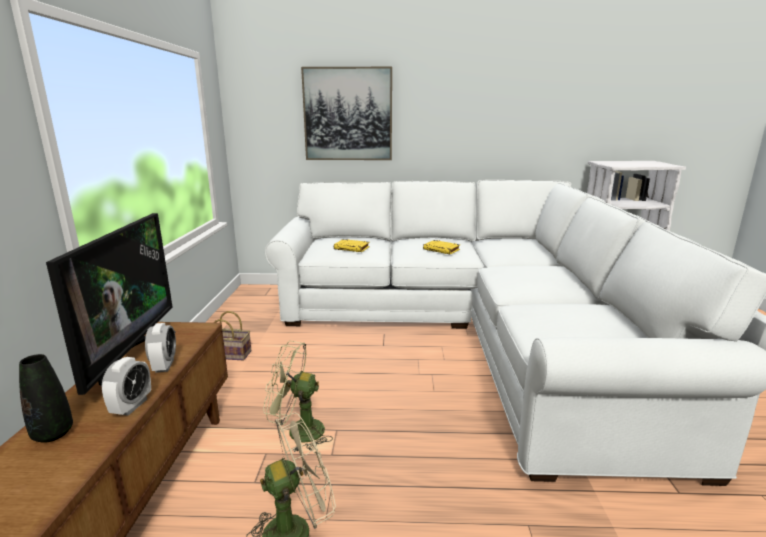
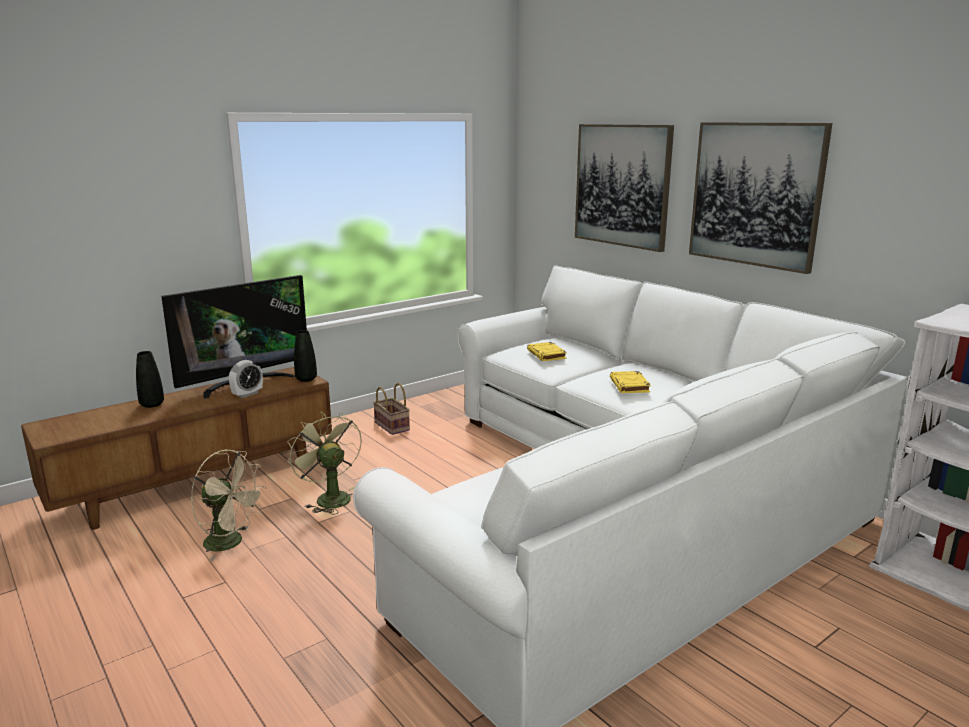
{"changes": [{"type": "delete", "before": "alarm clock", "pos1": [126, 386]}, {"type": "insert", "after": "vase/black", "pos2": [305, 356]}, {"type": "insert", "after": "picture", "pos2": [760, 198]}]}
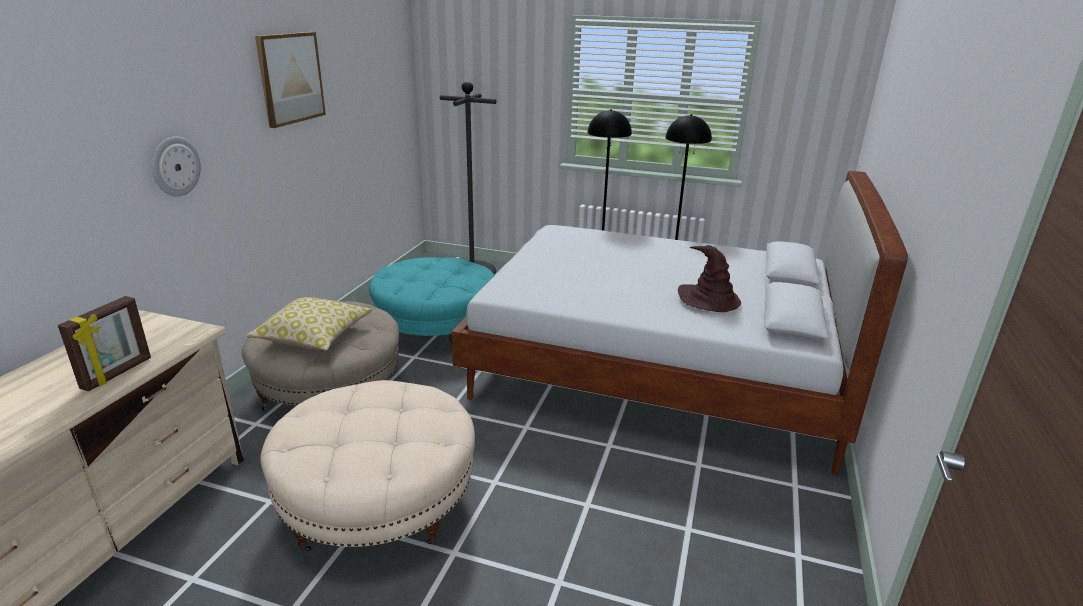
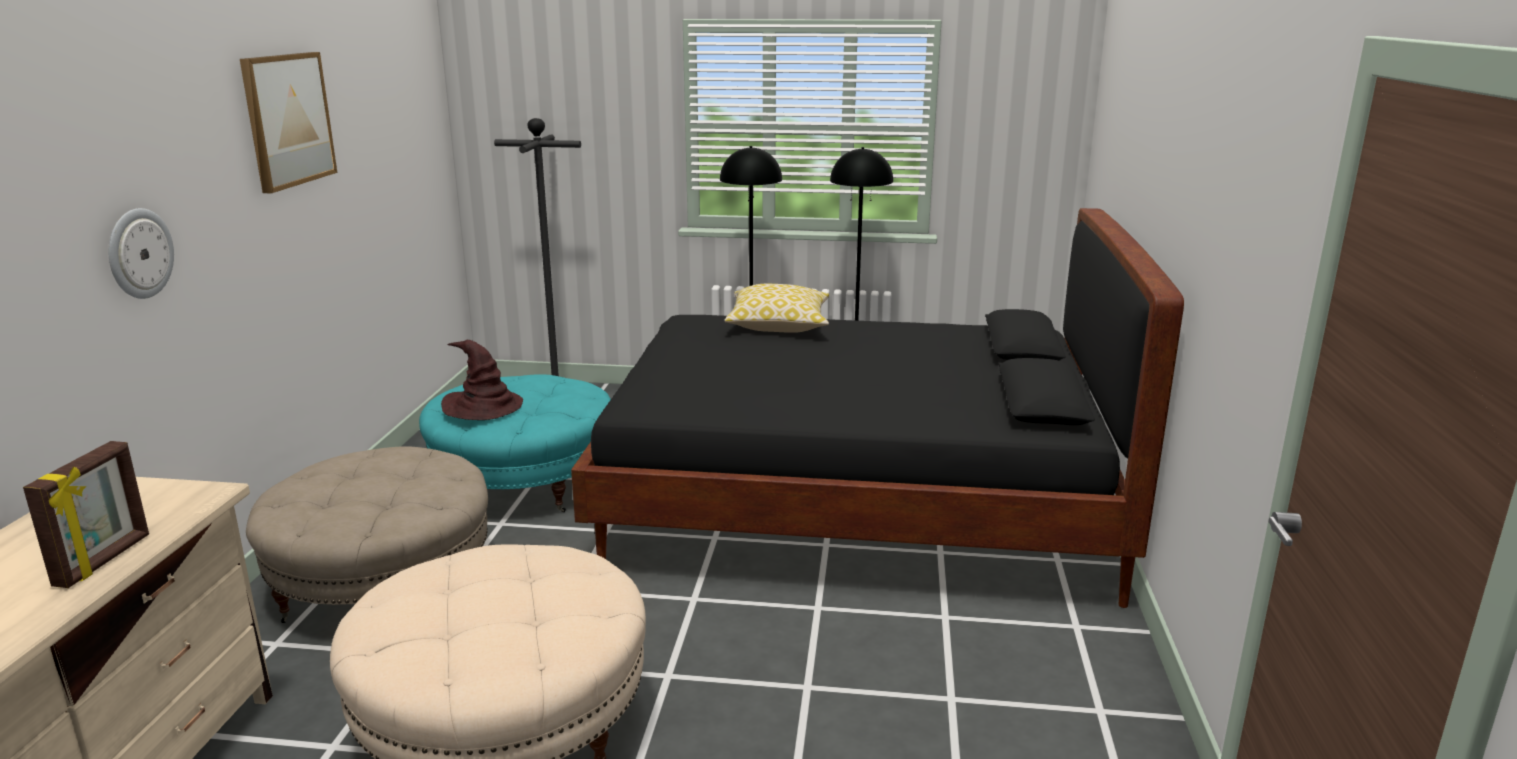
{"changes": [{"type": "move", "before": "pillow", "pos1": [309, 324], "pos2": [776, 308]}, {"type": "recolor", "before": "bed/white", "after": "bed/black", "pos1": [679, 323], "pos2": [877, 408]}, {"type": "move", "before": "hat/brown", "pos1": [709, 278], "pos2": [482, 380]}]}
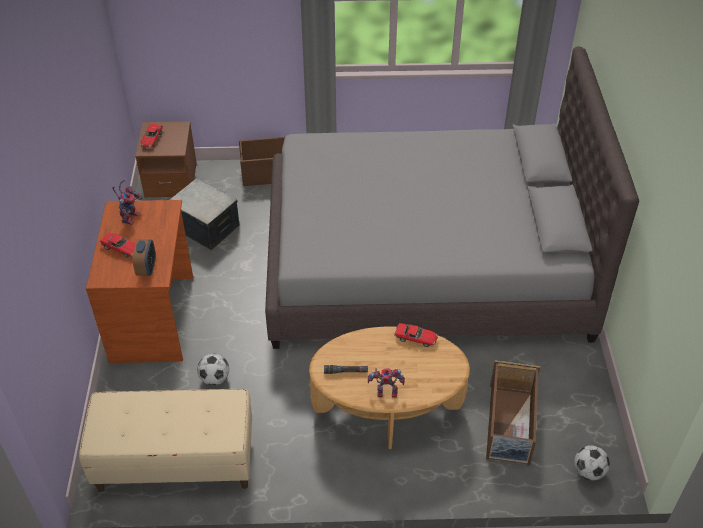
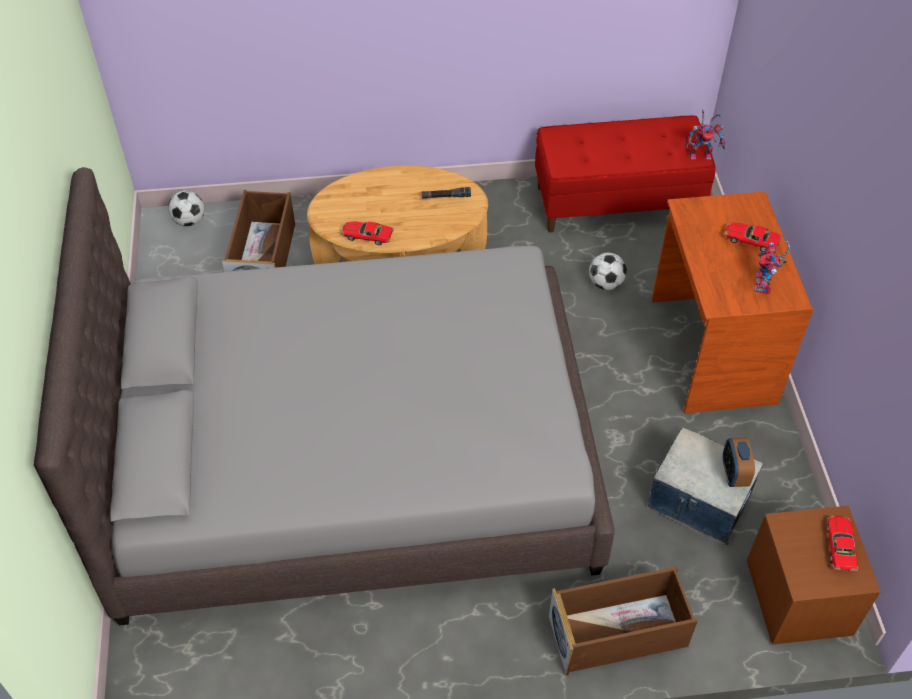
{"changes": [{"type": "recolor", "before": "bench/beige", "after": "bench/red", "pos1": [165, 440], "pos2": [625, 174]}, {"type": "move", "before": "alarm clock", "pos1": [144, 257], "pos2": [739, 462]}, {"type": "move", "before": "toy robot", "pos1": [386, 383], "pos2": [705, 135]}]}
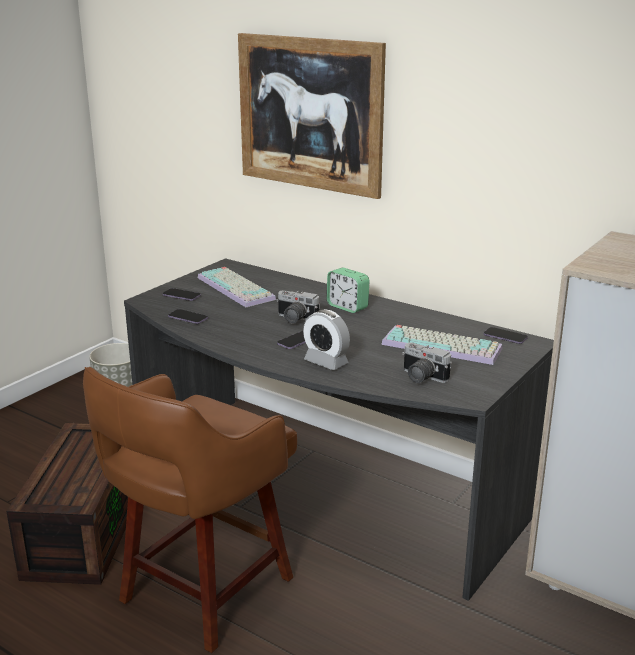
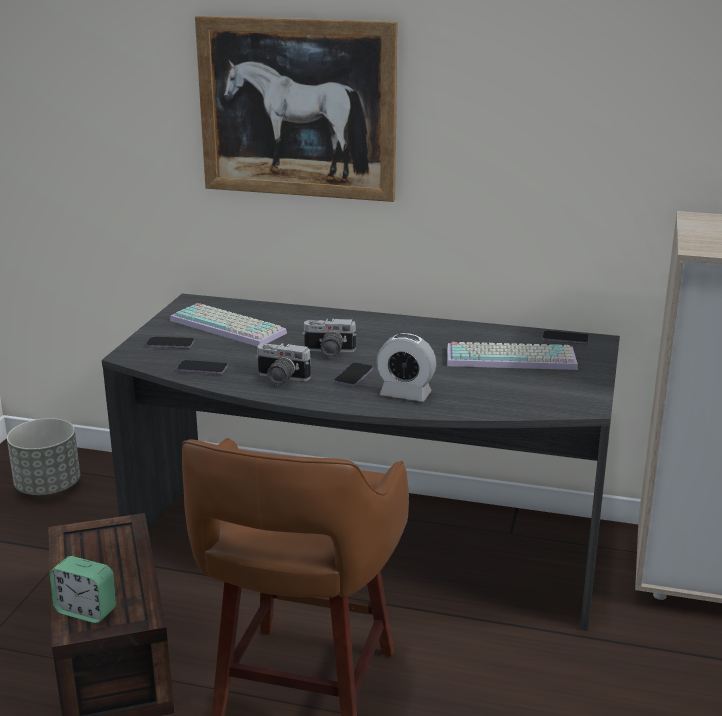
{"changes": [{"type": "move", "before": "alarm clock", "pos1": [348, 290], "pos2": [82, 589]}, {"type": "move", "before": "photo camera", "pos1": [427, 363], "pos2": [283, 364]}]}
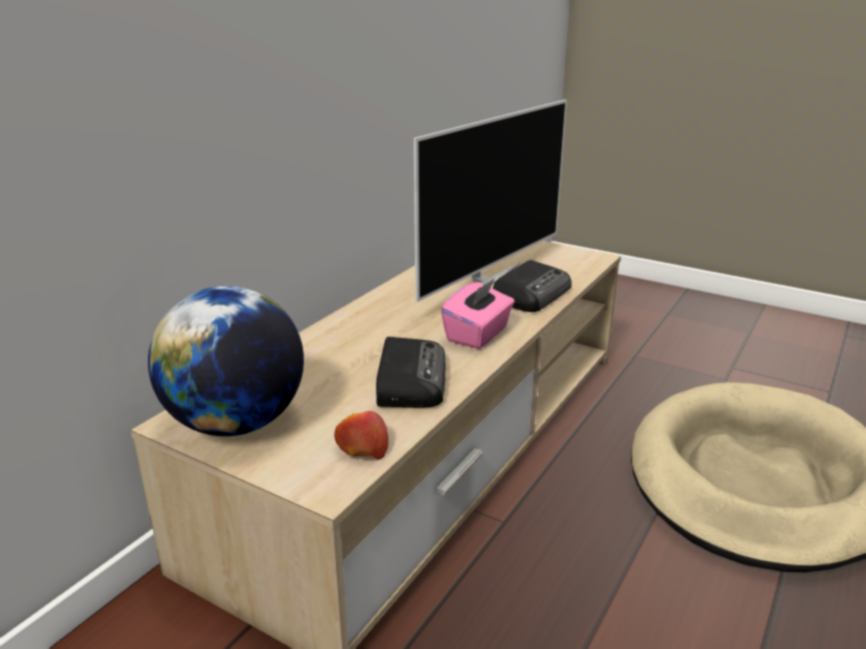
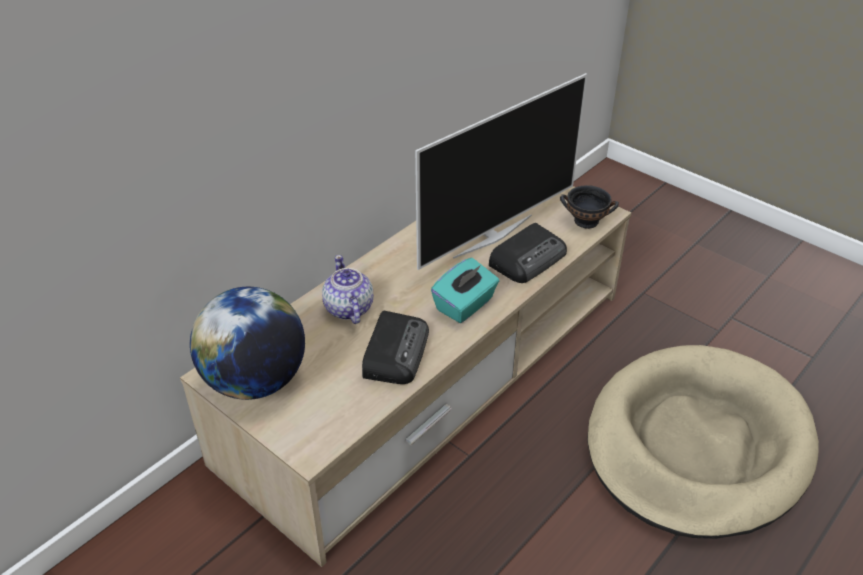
{"changes": [{"type": "delete", "before": "apple", "pos1": [361, 435]}, {"type": "recolor", "before": "tissue box/pink", "after": "tissue box/turquoise", "pos1": [478, 314], "pos2": [465, 290]}, {"type": "insert", "after": "teapot", "pos2": [347, 289]}, {"type": "insert", "after": "bowl/black", "pos2": [589, 207]}]}
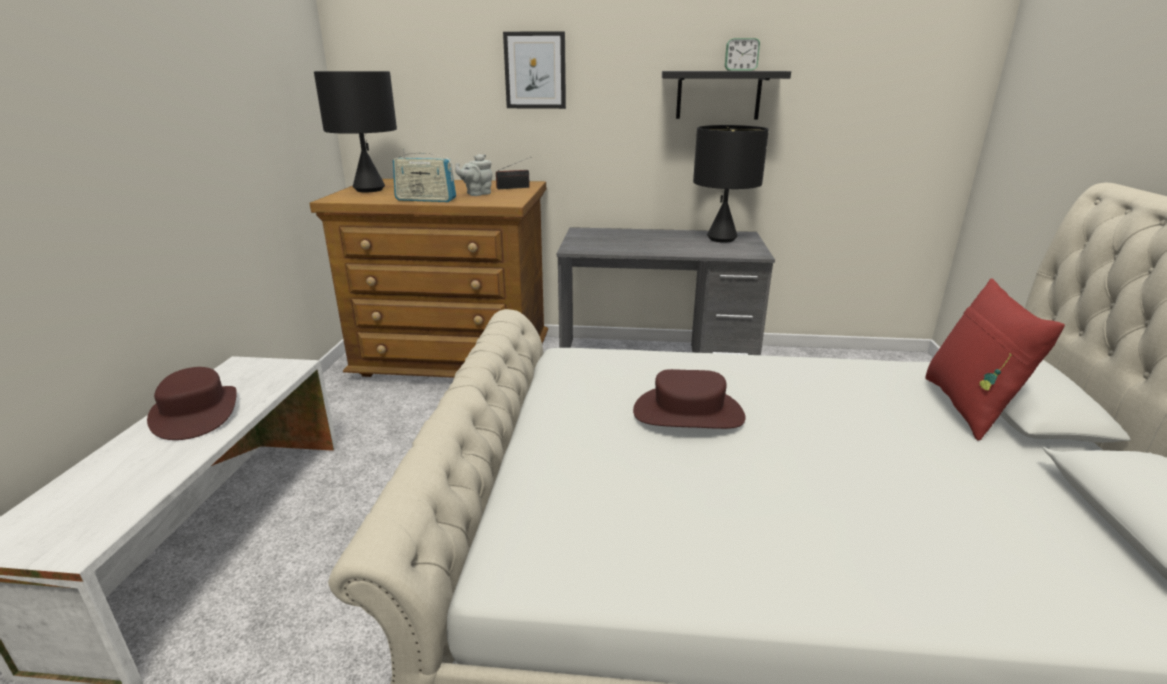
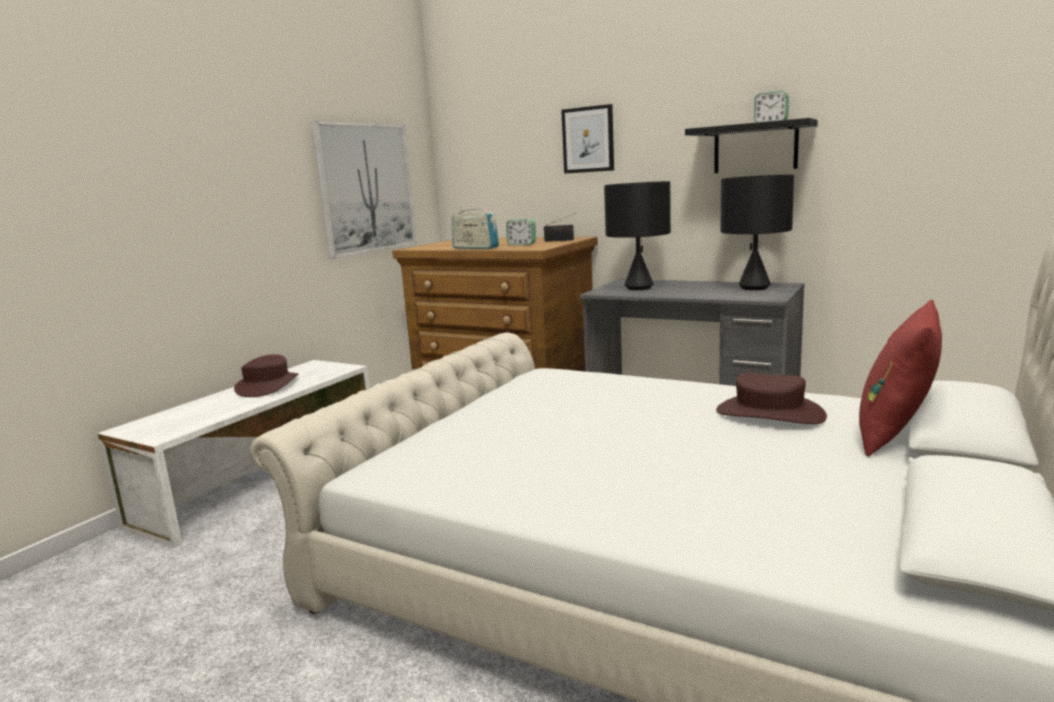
{"changes": [{"type": "move", "before": "table lamp/black", "pos1": [355, 131], "pos2": [637, 235]}, {"type": "replace", "before": "teapot/grey", "after": "alarm clock", "pos1": [473, 175], "pos2": [521, 232]}, {"type": "move", "before": "hat/brown", "pos1": [689, 399], "pos2": [771, 398]}, {"type": "insert", "after": "picture", "pos2": [363, 190]}]}
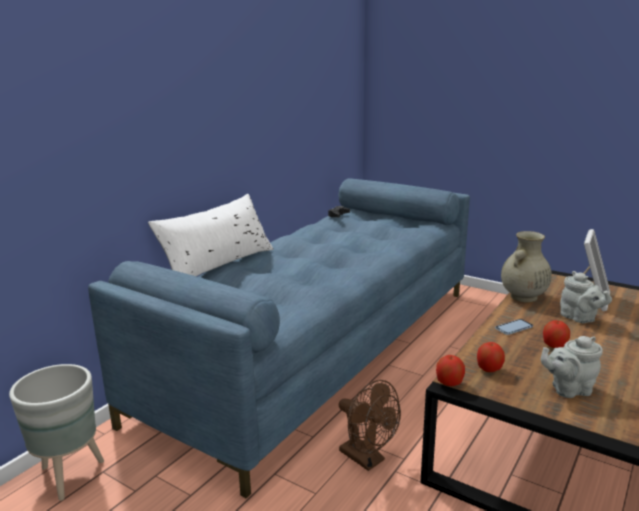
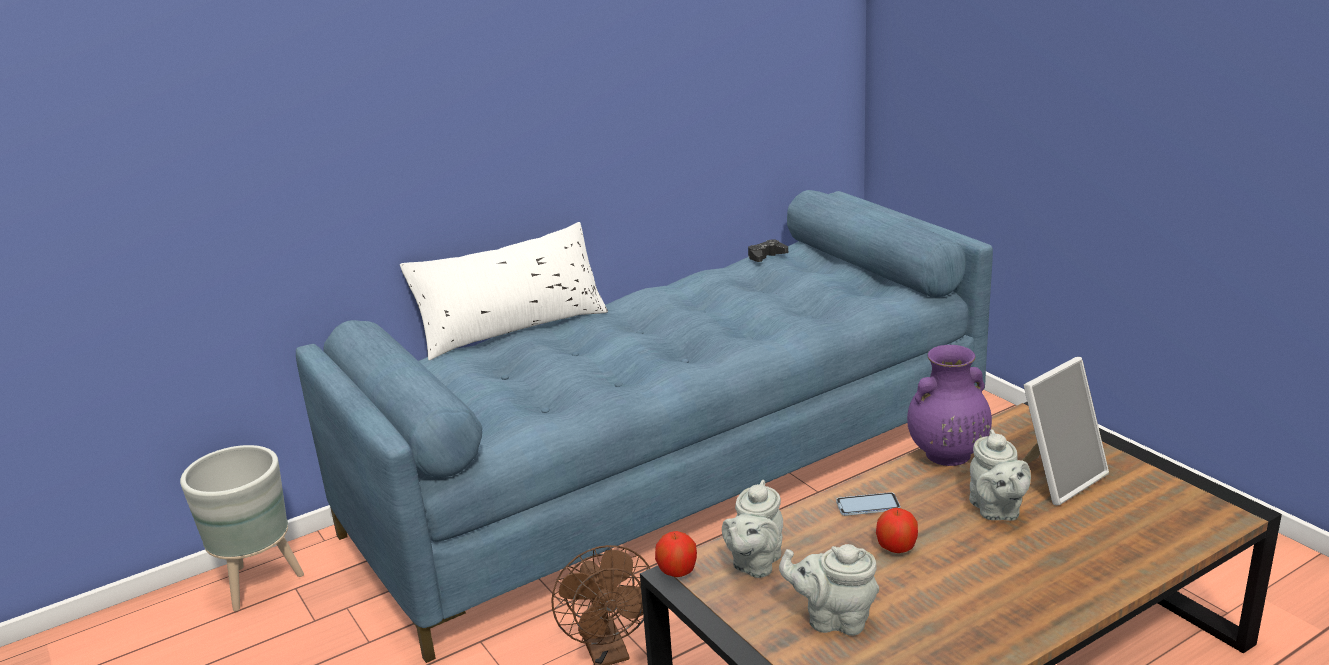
{"changes": [{"type": "replace", "before": "apple", "after": "teapot/grey", "pos1": [491, 357], "pos2": [752, 529]}, {"type": "recolor", "before": "vase/beige", "after": "vase/purple", "pos1": [526, 266], "pos2": [949, 405]}]}
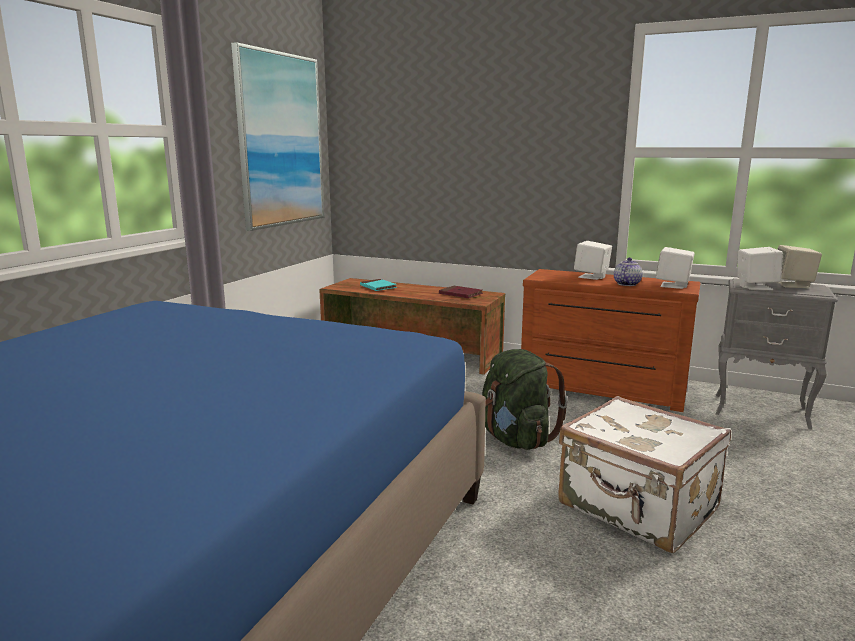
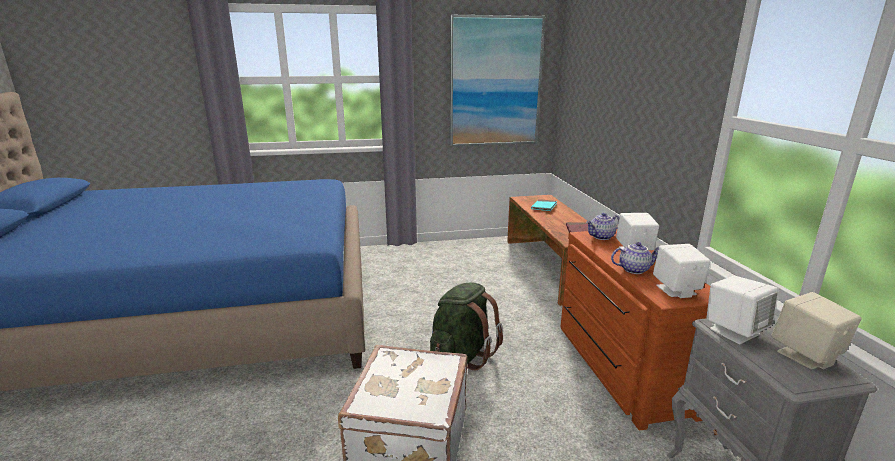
{"changes": [{"type": "insert", "after": "teapot", "pos2": [602, 226]}]}
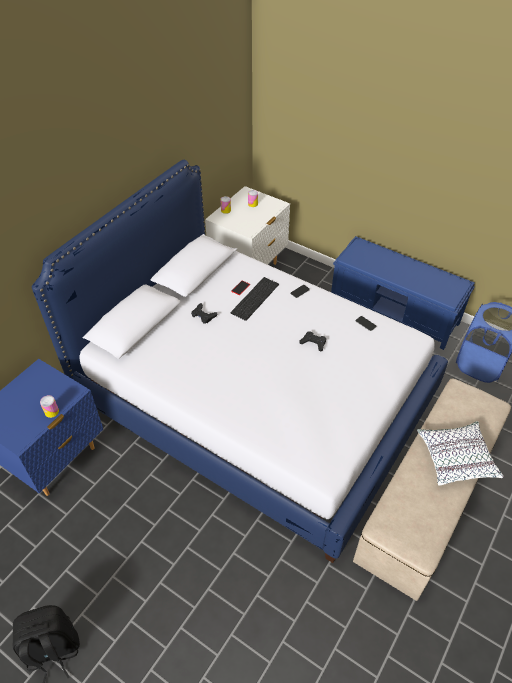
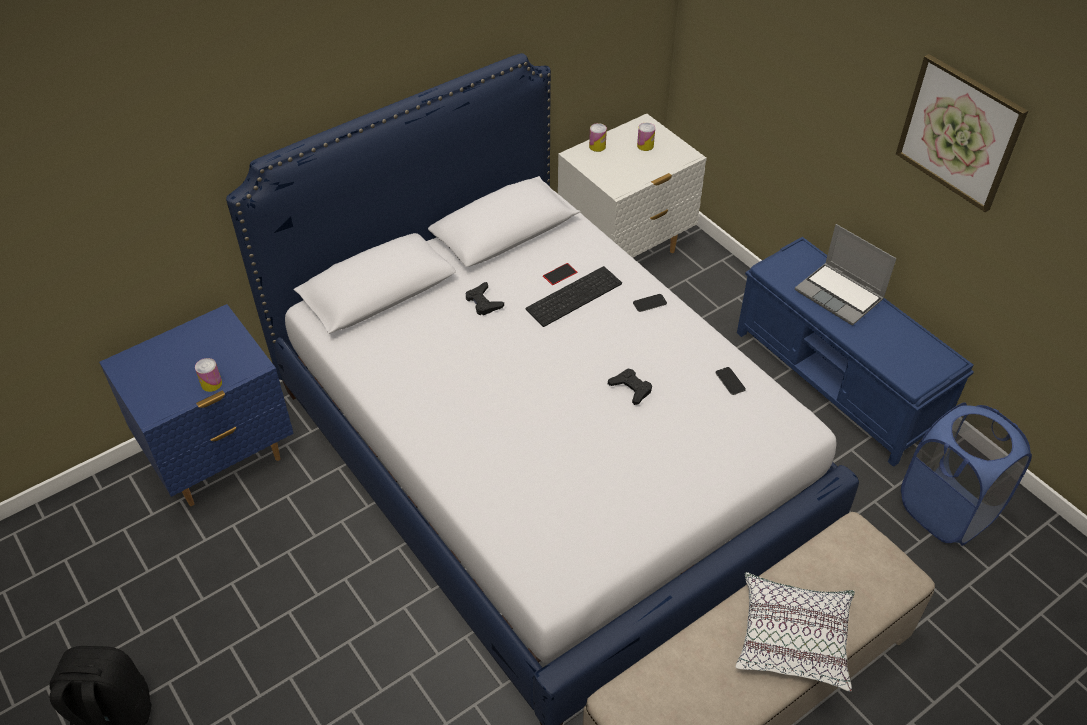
{"changes": [{"type": "insert", "after": "laptop", "pos2": [846, 275]}, {"type": "insert", "after": "picture", "pos2": [962, 133]}]}
